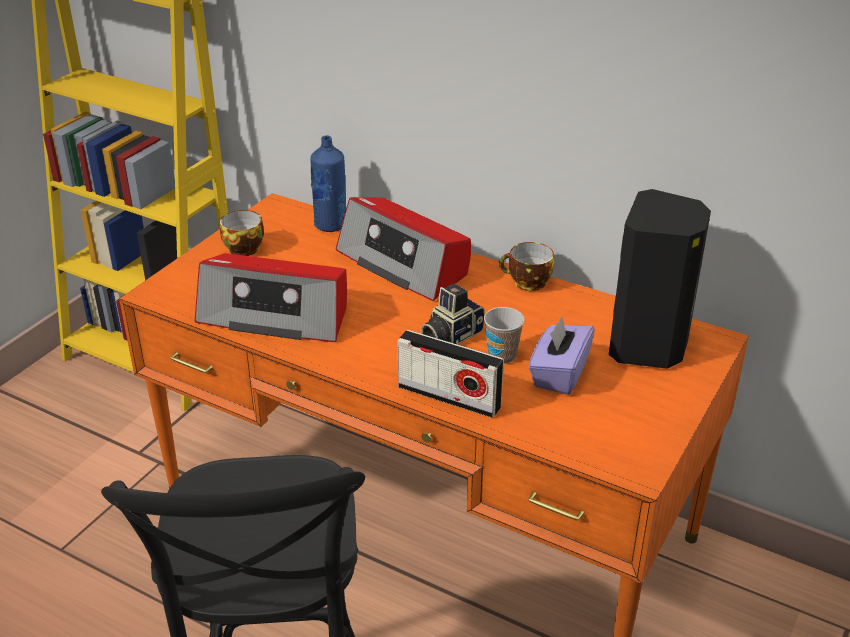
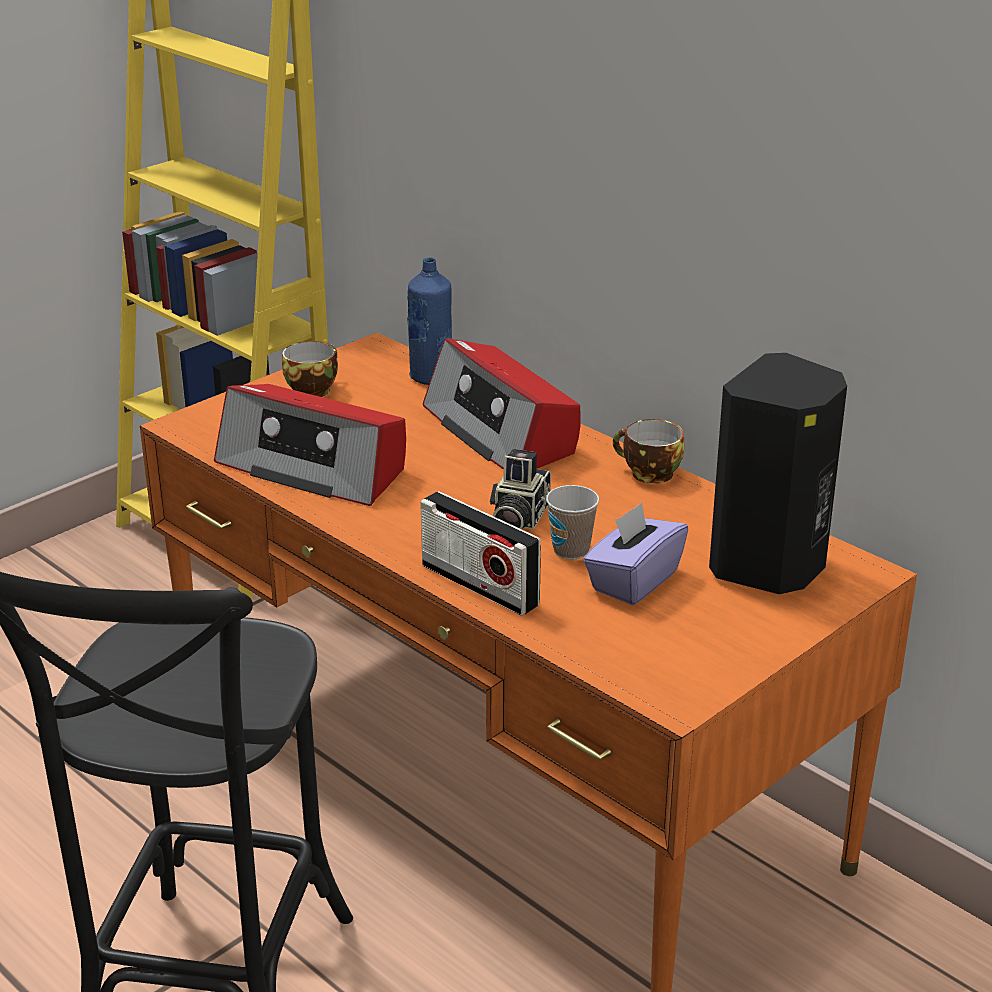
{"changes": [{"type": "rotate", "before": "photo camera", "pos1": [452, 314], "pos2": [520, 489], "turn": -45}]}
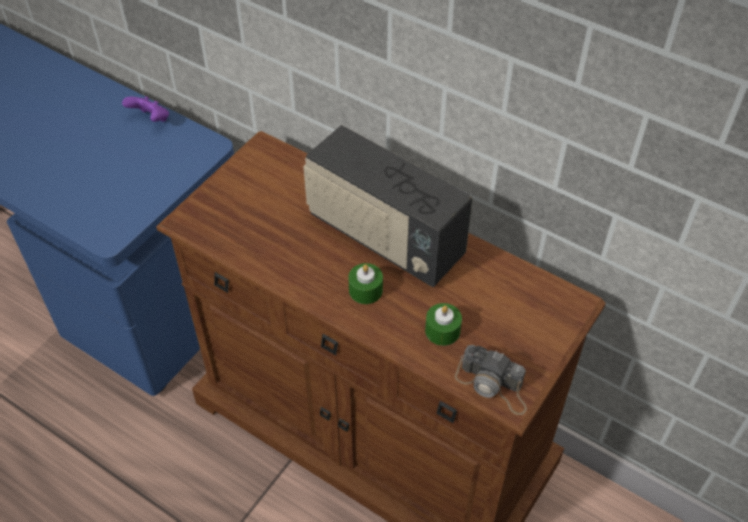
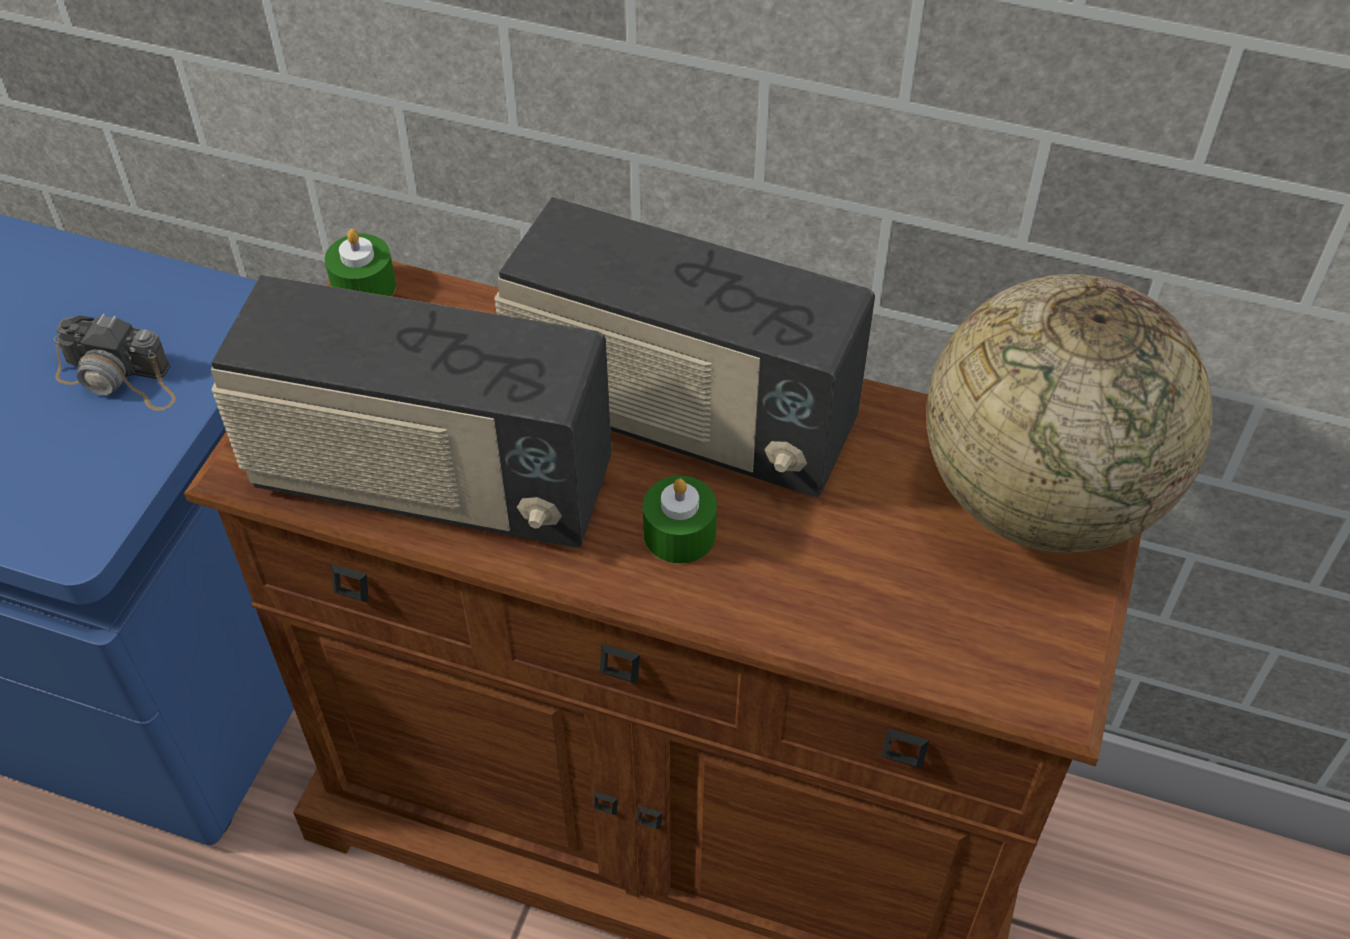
{"changes": [{"type": "delete", "before": "game controller/purple", "pos1": [145, 109]}, {"type": "move", "before": "candle/green", "pos1": [443, 324], "pos2": [360, 262]}, {"type": "move", "before": "photo camera", "pos1": [491, 380], "pos2": [115, 362]}, {"type": "insert", "after": "radio", "pos2": [411, 411]}, {"type": "insert", "after": "globe", "pos2": [1069, 413]}]}
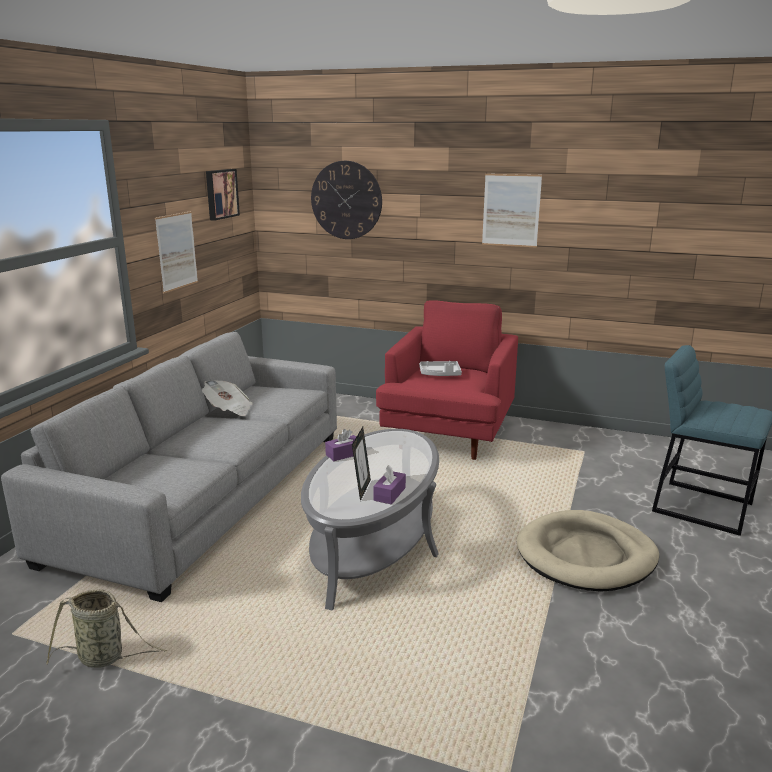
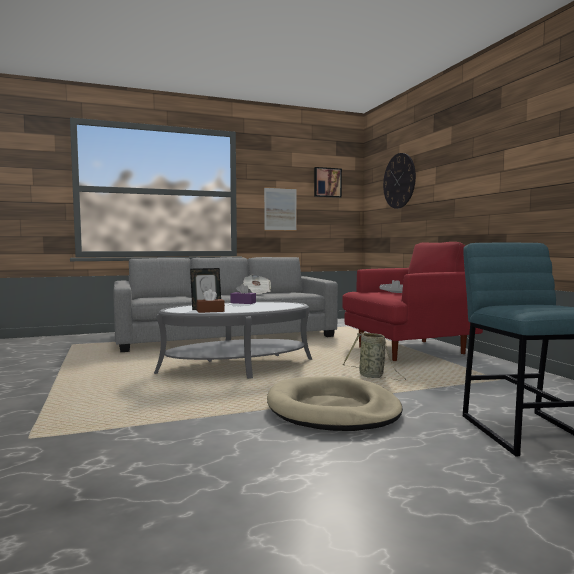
{"changes": [{"type": "move", "before": "basket", "pos1": [106, 628], "pos2": [374, 356]}, {"type": "recolor", "before": "tissue box/purple", "after": "tissue box/brown", "pos1": [389, 484], "pos2": [211, 301]}, {"type": "delete", "before": "picture", "pos1": [512, 211]}]}
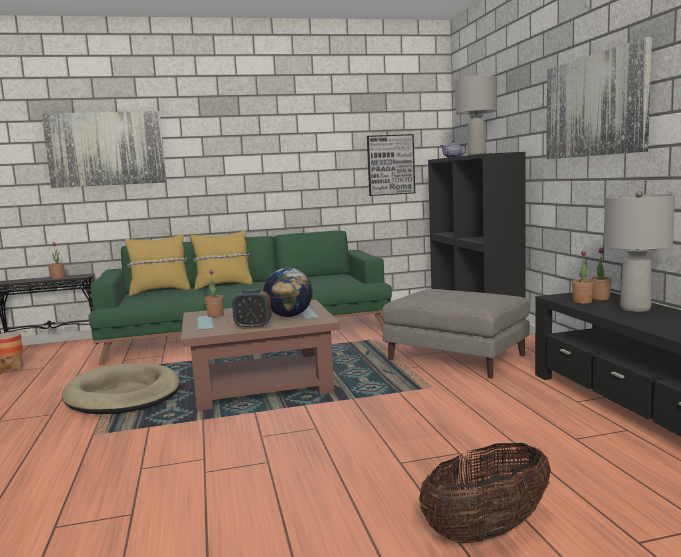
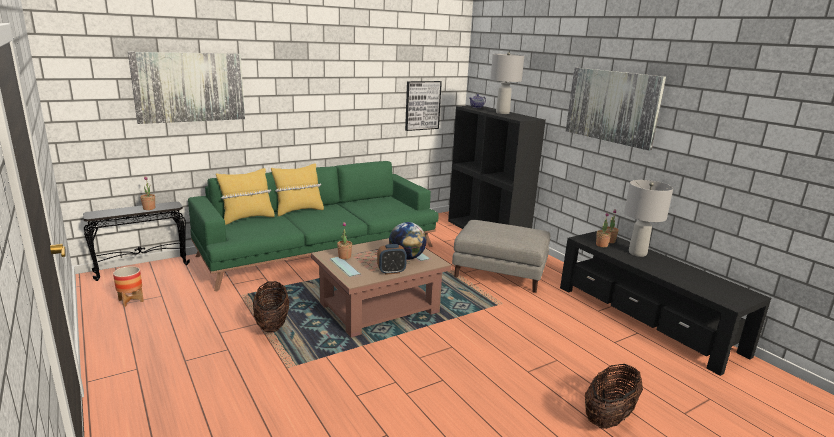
{"changes": [{"type": "replace", "before": "dog bed/beige", "after": "basket", "pos1": [121, 388], "pos2": [271, 307]}]}
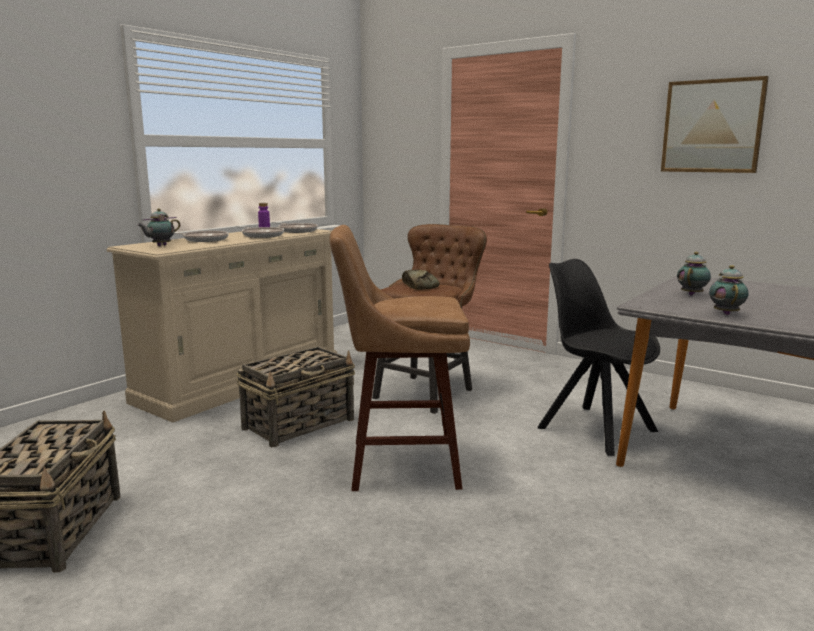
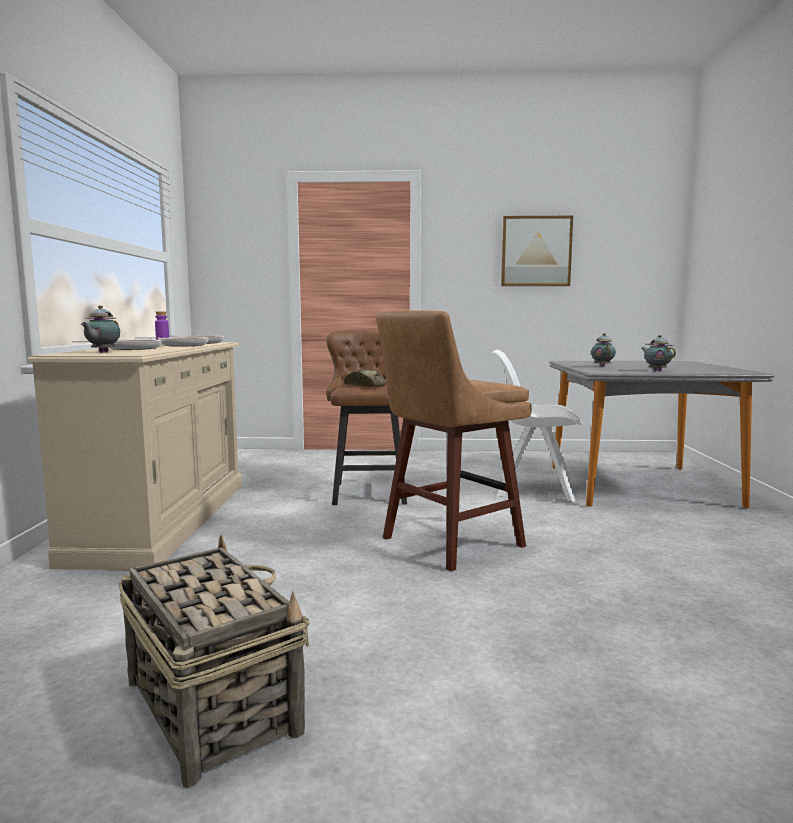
{"changes": [{"type": "delete", "before": "basket", "pos1": [295, 397]}, {"type": "recolor", "before": "chair/black", "after": "chair/white", "pos1": [599, 357], "pos2": [537, 426]}]}
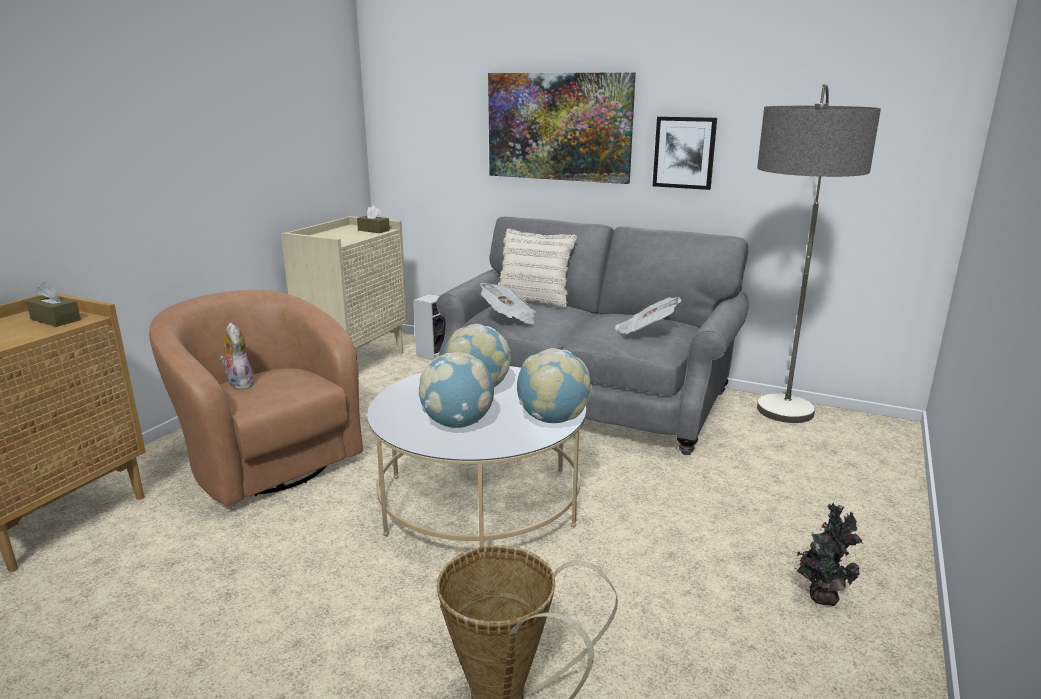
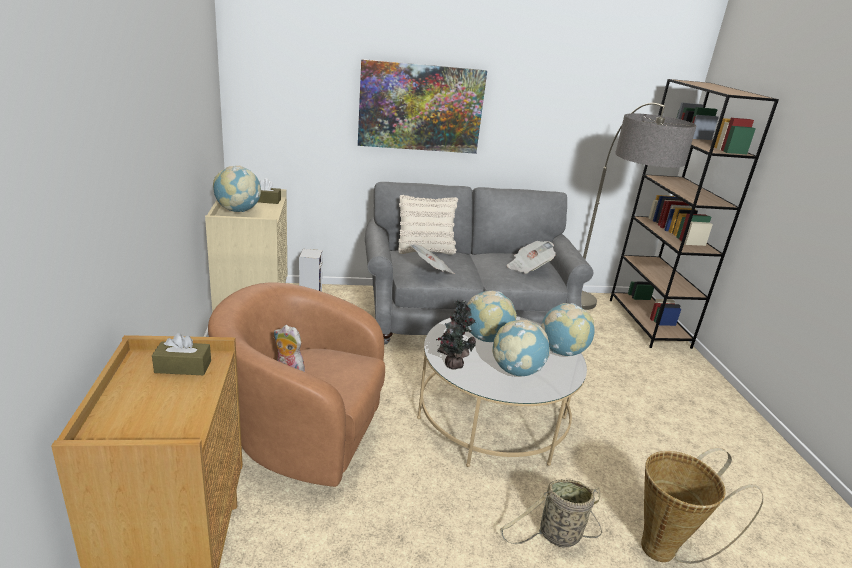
{"changes": [{"type": "delete", "before": "picture", "pos1": [685, 153]}, {"type": "move", "before": "potted plant", "pos1": [828, 554], "pos2": [456, 334]}, {"type": "insert", "after": "globe", "pos2": [237, 189]}, {"type": "insert", "after": "basket", "pos2": [551, 513]}, {"type": "insert", "after": "bookcase/beige", "pos2": [694, 214]}]}
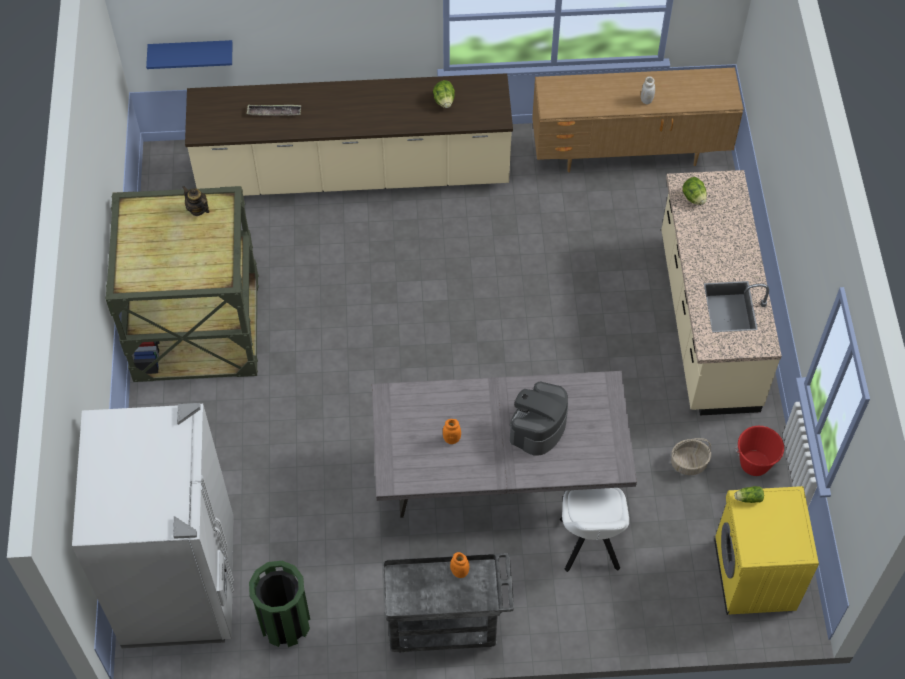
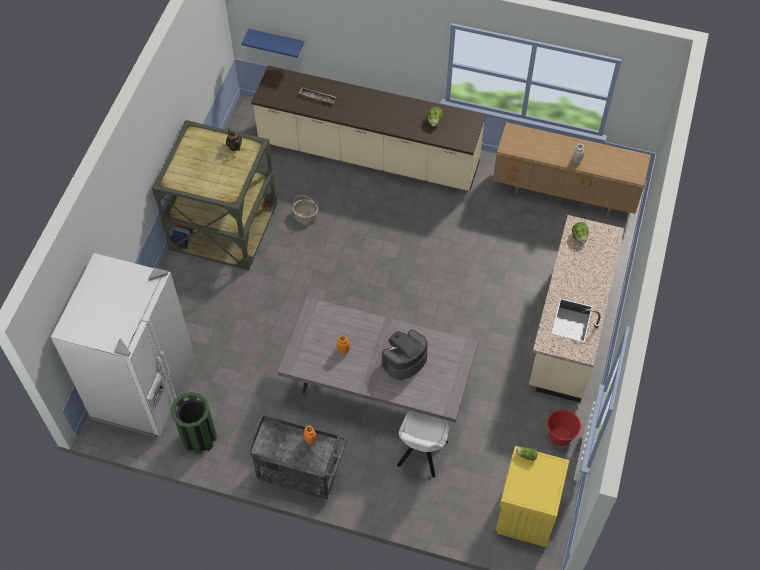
{"changes": [{"type": "move", "before": "basket", "pos1": [691, 456], "pos2": [305, 209]}]}
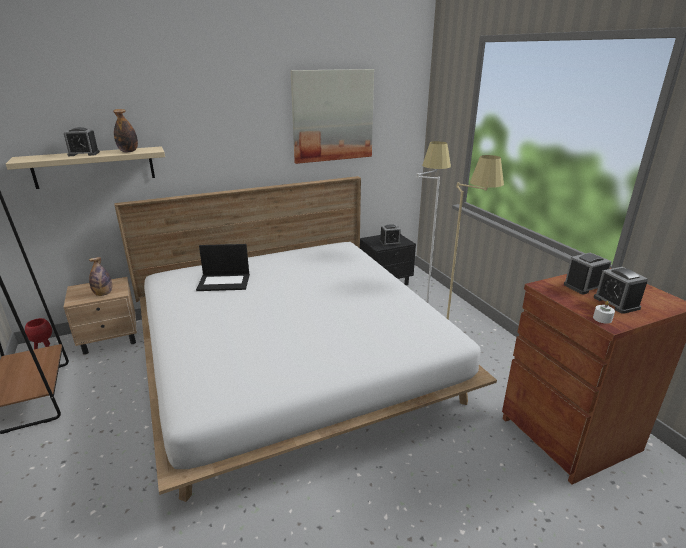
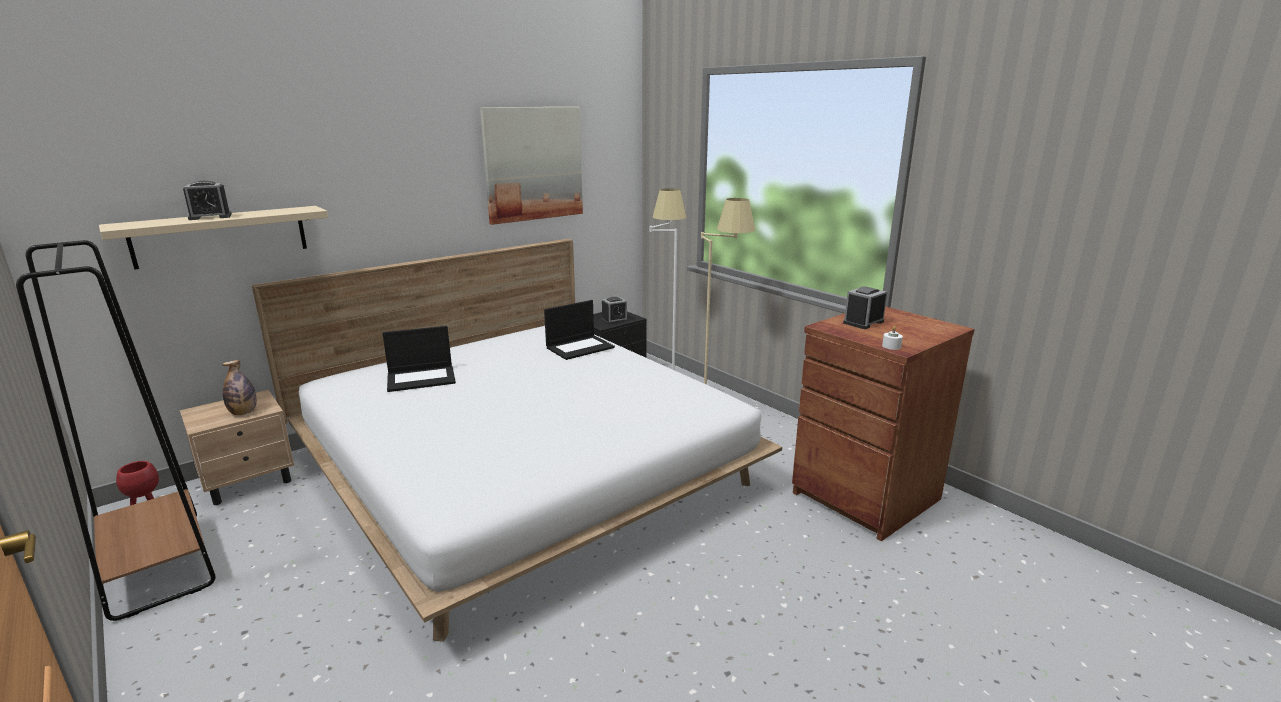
{"changes": [{"type": "delete", "before": "bottle", "pos1": [125, 130]}, {"type": "delete", "before": "alarm clock", "pos1": [621, 290]}, {"type": "insert", "after": "laptop", "pos2": [579, 330]}]}
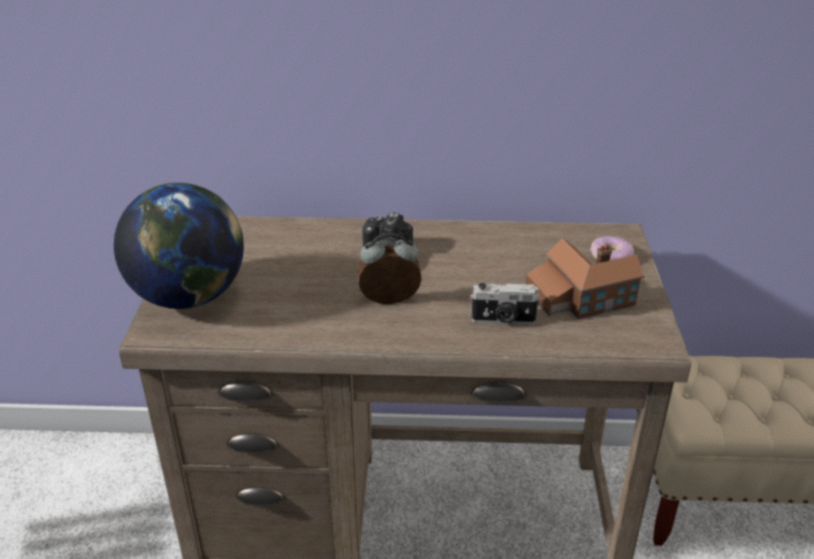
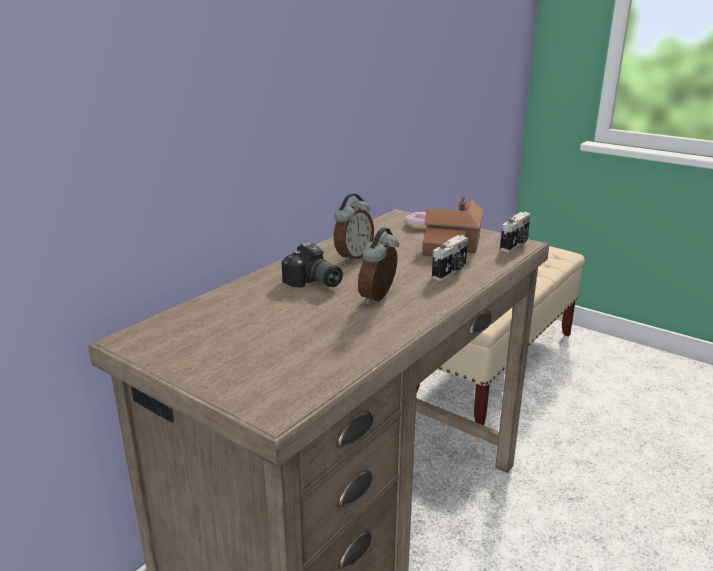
{"changes": [{"type": "delete", "before": "globe", "pos1": [179, 246]}, {"type": "insert", "after": "alarm clock", "pos2": [354, 228]}, {"type": "insert", "after": "photo camera", "pos2": [515, 232]}]}
